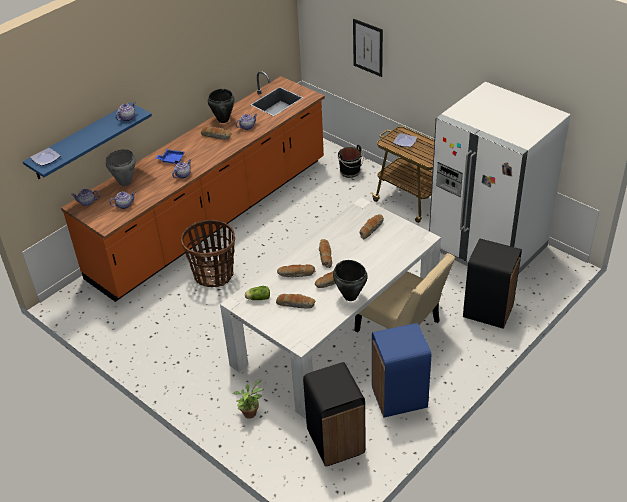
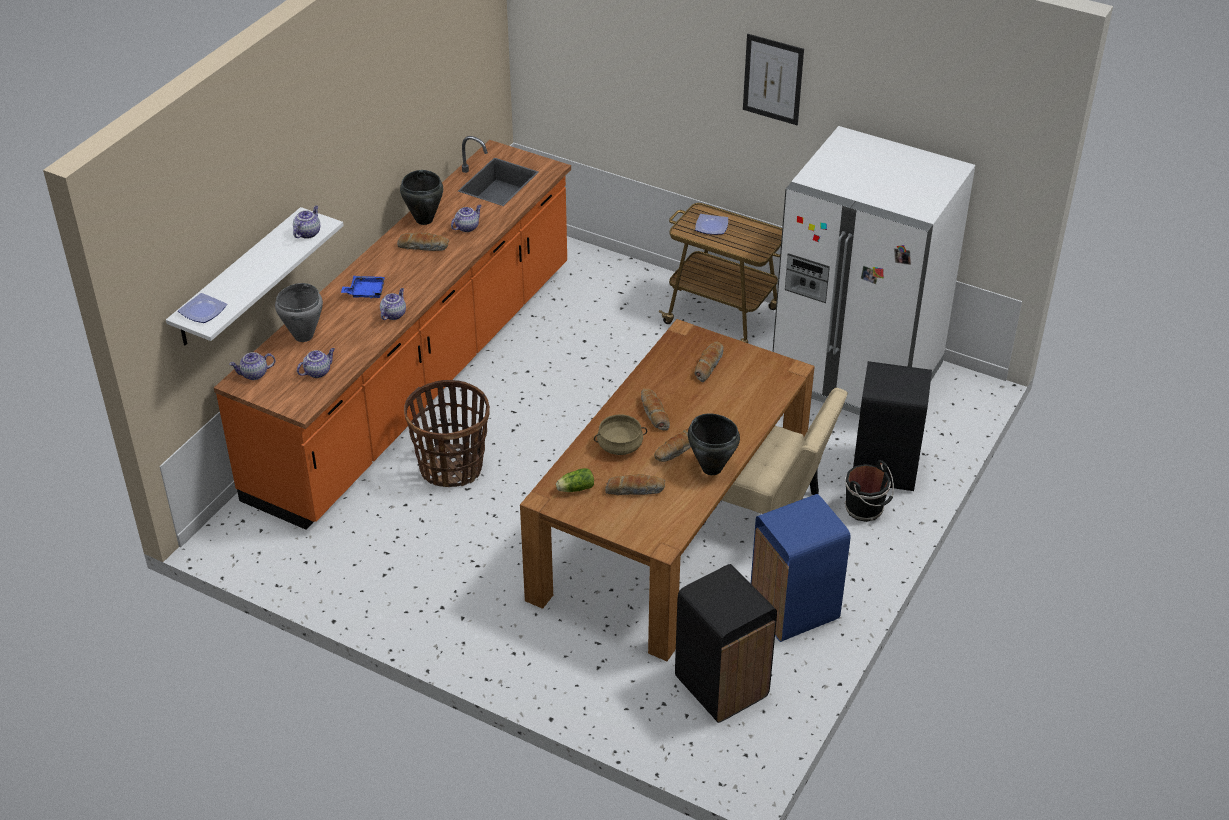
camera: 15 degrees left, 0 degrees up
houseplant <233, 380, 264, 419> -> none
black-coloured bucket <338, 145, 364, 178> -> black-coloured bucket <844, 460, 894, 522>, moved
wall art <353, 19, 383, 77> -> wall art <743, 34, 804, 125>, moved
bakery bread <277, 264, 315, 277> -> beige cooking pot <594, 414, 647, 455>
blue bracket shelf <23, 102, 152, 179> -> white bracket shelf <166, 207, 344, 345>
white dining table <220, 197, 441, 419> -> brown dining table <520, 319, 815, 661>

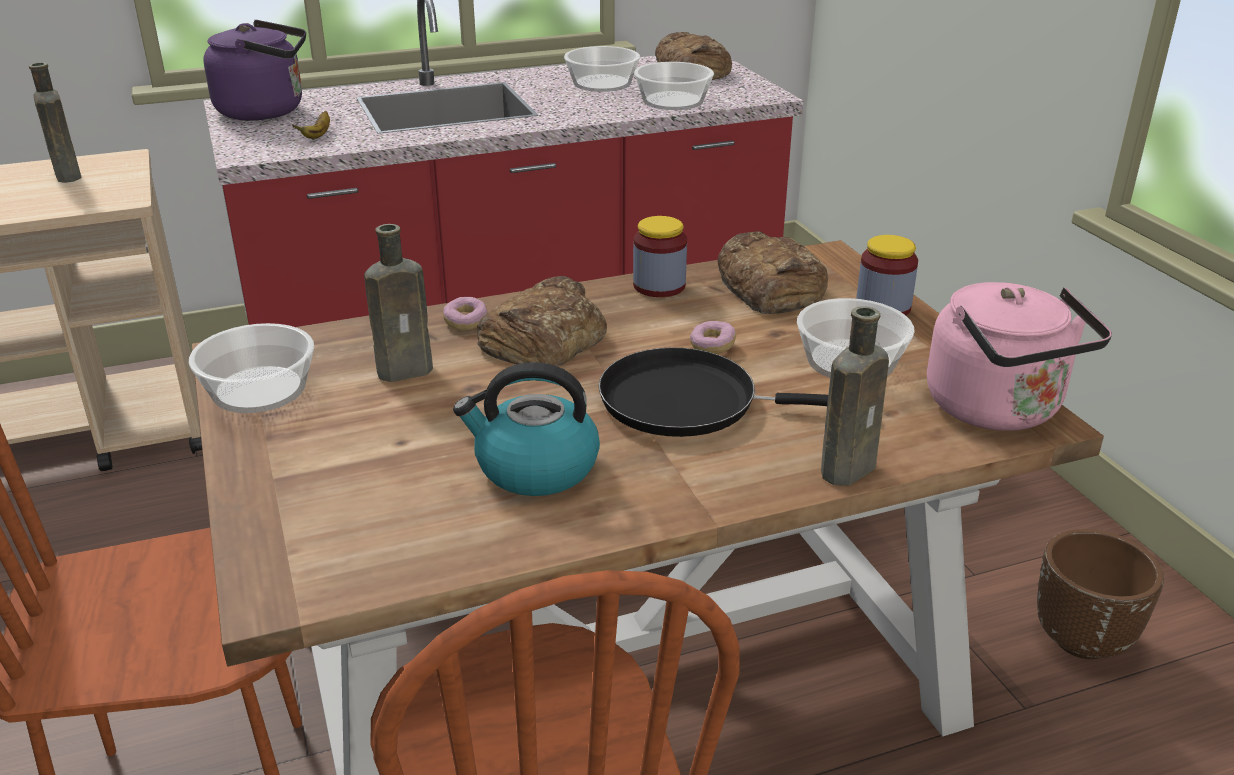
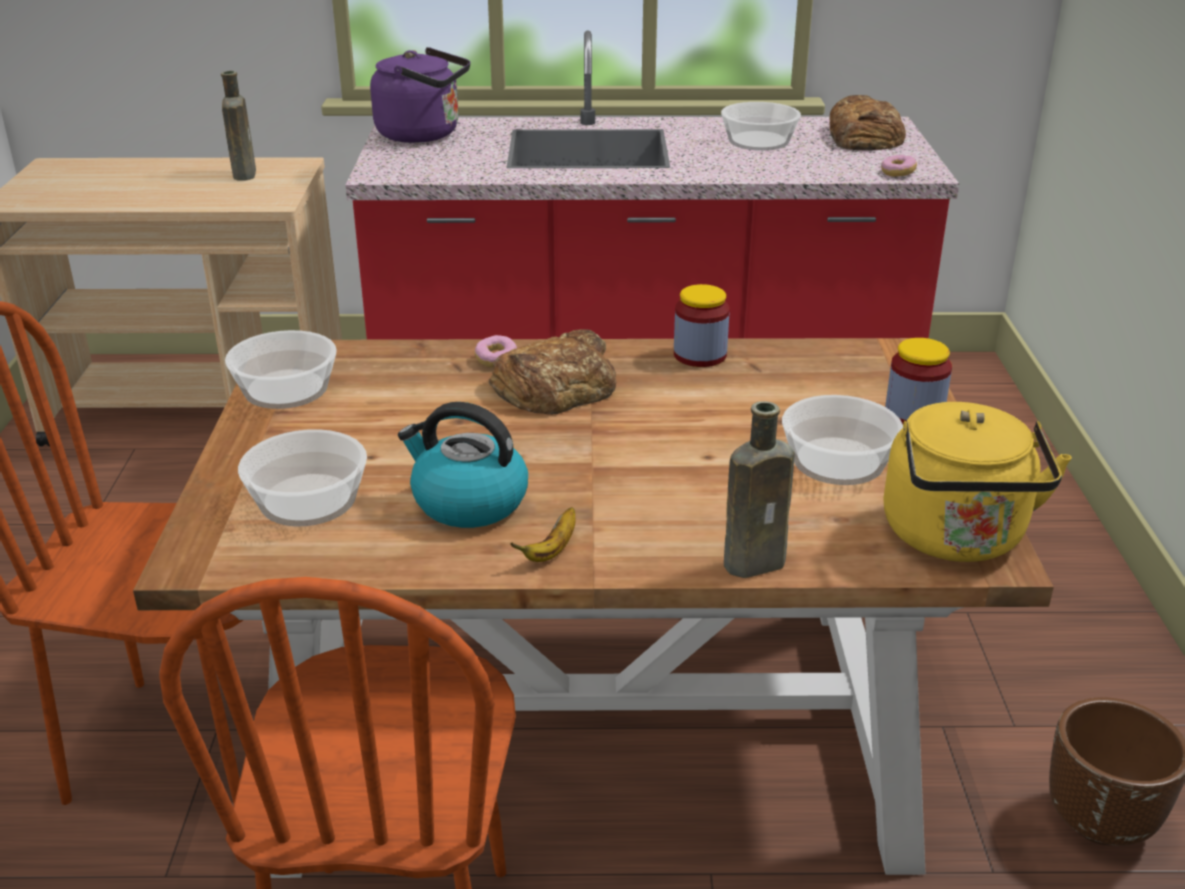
camera: 20 degrees right, 0 degrees up
brown bottle <364, 224, 433, 382> -> none
black-coloured frying pan <598, 347, 828, 437> -> none
bakery bread <718, 231, 828, 314> -> none
whole banana <292, 111, 330, 139> -> whole banana <510, 507, 575, 562>, moved
serving bowl <634, 62, 714, 110> -> serving bowl <238, 429, 367, 526>, moved
doughnut <690, 321, 736, 354> -> doughnut <881, 155, 917, 177>, moved
pinkish kettle <927, 282, 1112, 431> -> yellow kettle <884, 402, 1072, 562>

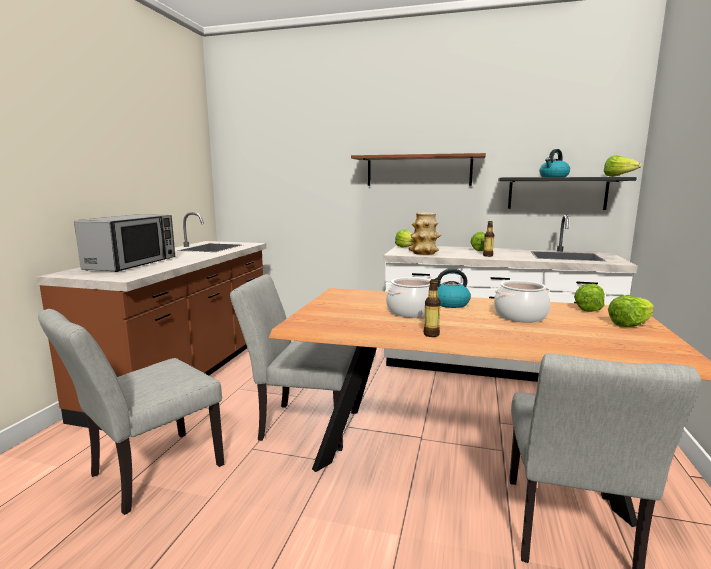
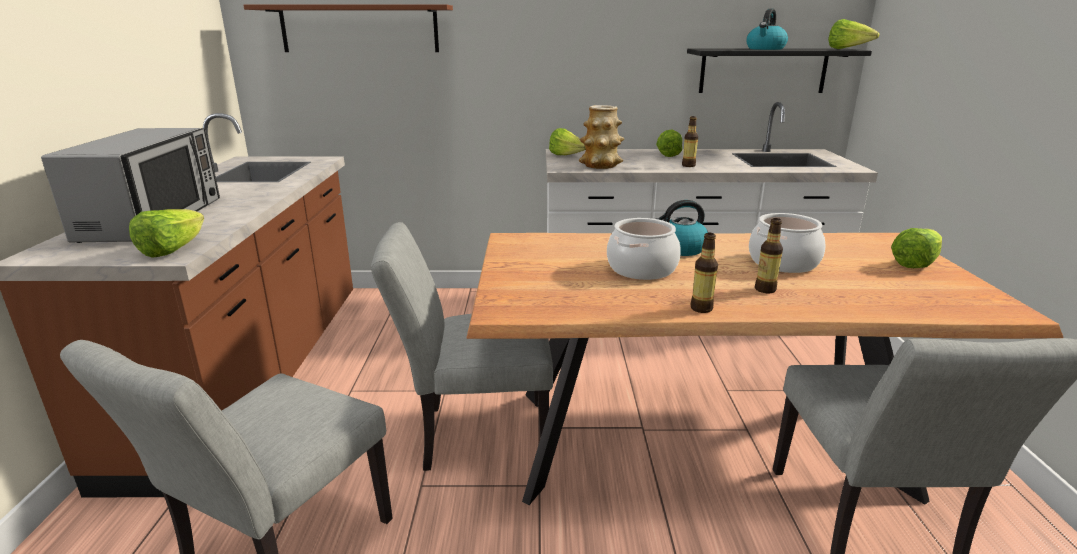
camera: 15 degrees left, 10 degrees up
none -> bottle <755, 218, 783, 293>
brown bracket shelf <351, 153, 486, 186> -> brown bracket shelf <244, 4, 453, 52>, moved
head of lettuce <574, 284, 605, 312> -> head of lettuce <129, 209, 204, 258>, moved

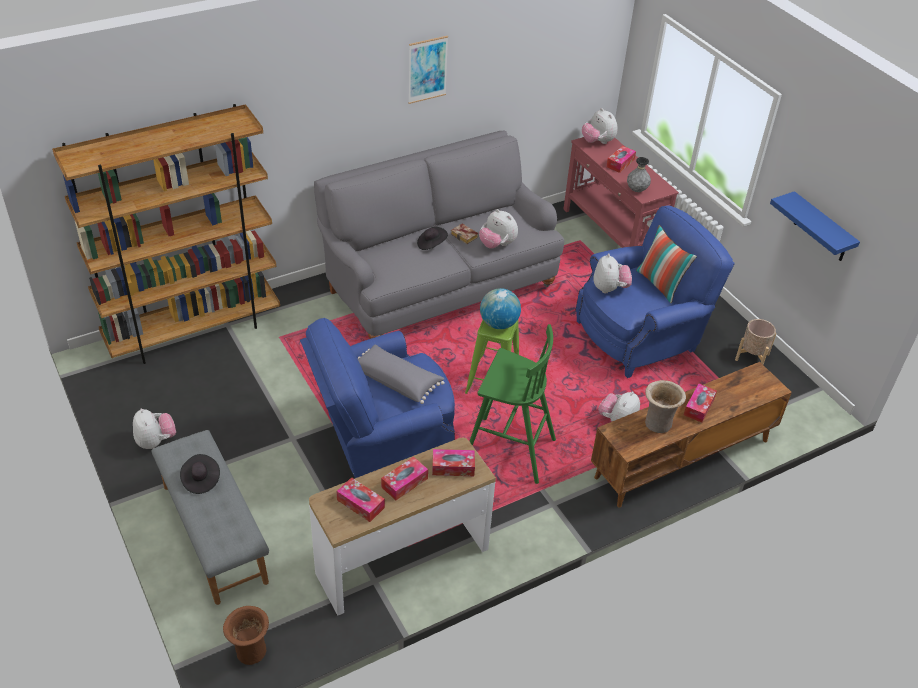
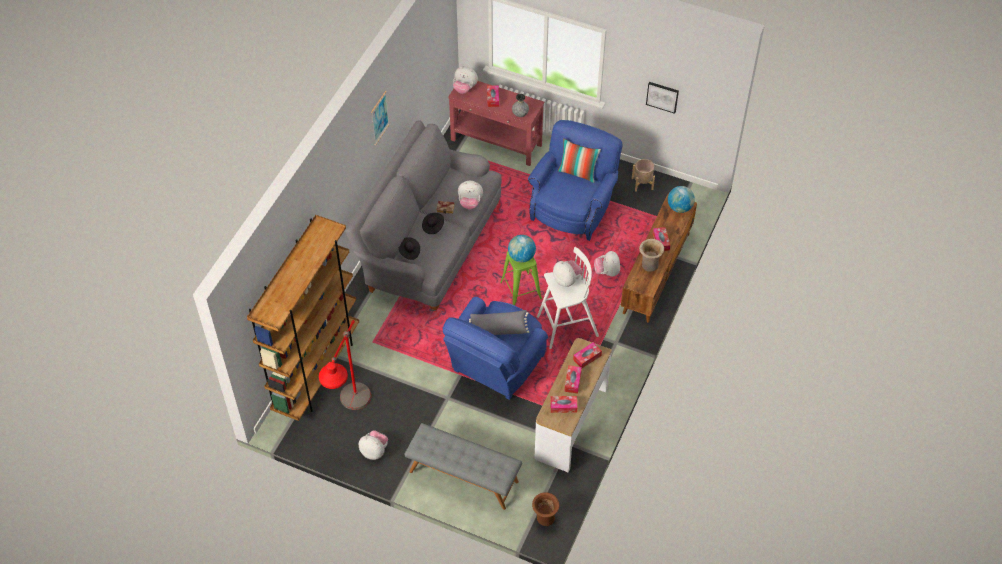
camera: 35 degrees left, 10 degrees up
none -> red-coloured standard lamp <319, 320, 371, 410>
none -> desk globe <668, 186, 695, 213>
black-coloured hat <180, 454, 220, 494> -> black-coloured hat <399, 237, 420, 260>, moved
plush toy <594, 253, 632, 294> -> plush toy <553, 260, 583, 287>, moved
blue bracket shelf <770, 191, 860, 261> -> wall art <646, 82, 679, 114>
green sitting stool <469, 324, 556, 484> -> white sitting stool <537, 247, 599, 349>

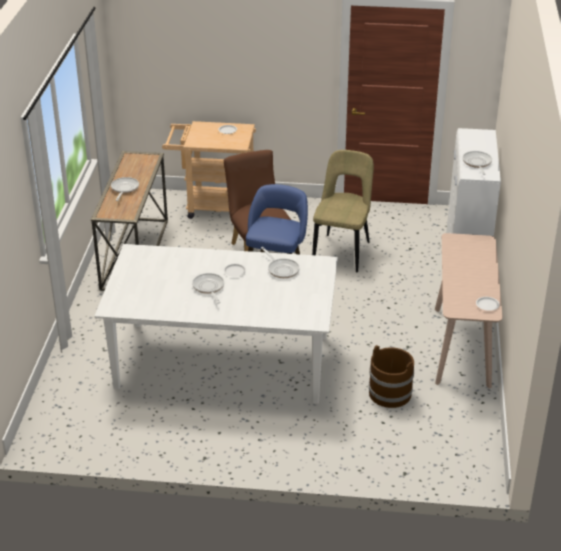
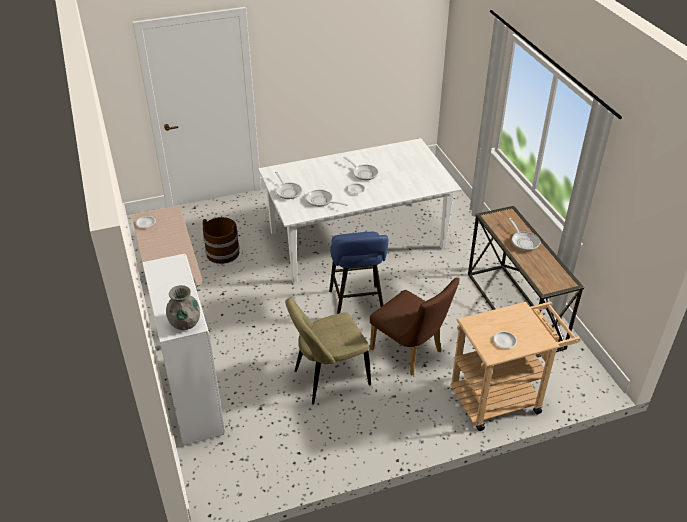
camera: 155 degrees right, 5 degrees up
none -> gray flower vase <166, 285, 200, 330>
frying pan <462, 151, 492, 175> -> frying pan <275, 171, 302, 199>, moved
beige upright chair <312, 150, 374, 272> -> beige upright chair <285, 298, 371, 404>, 75 degrees clockwise

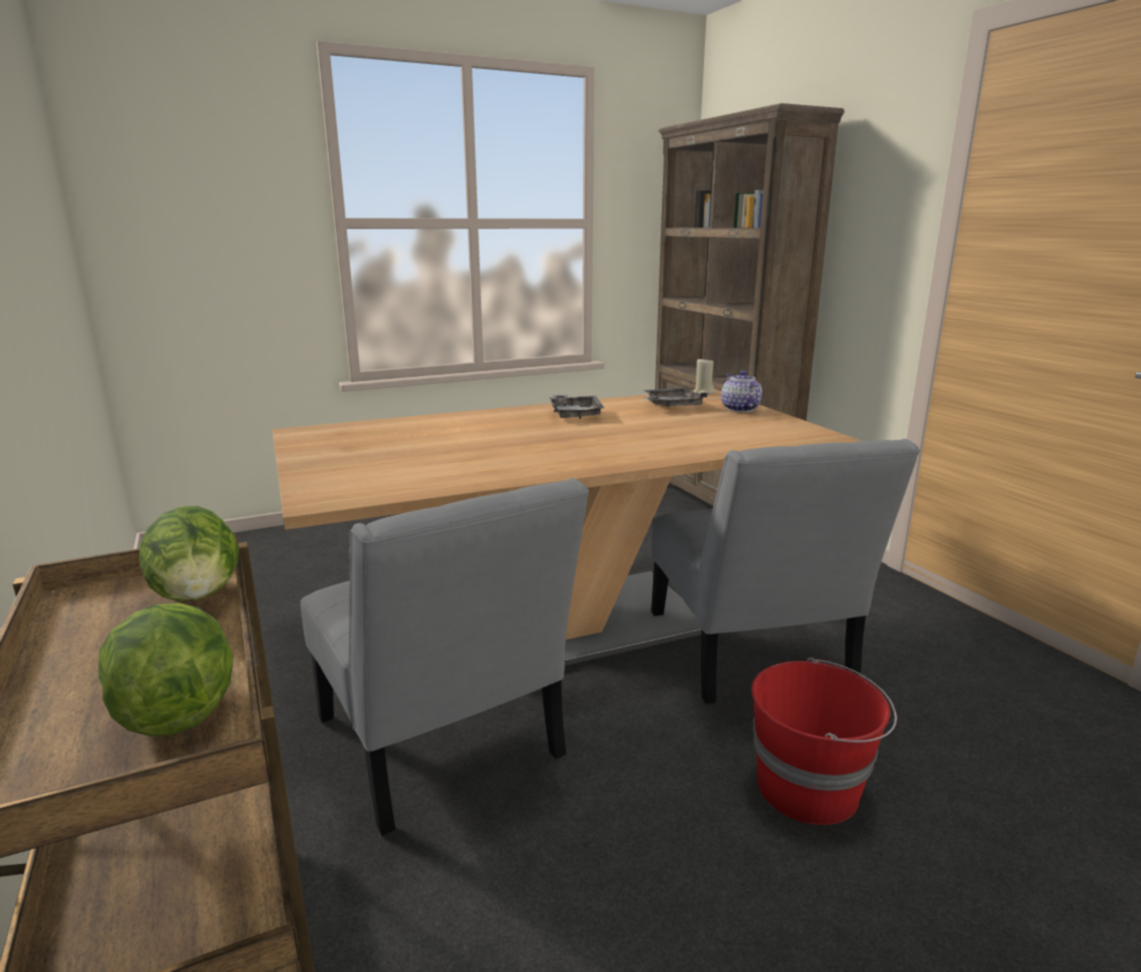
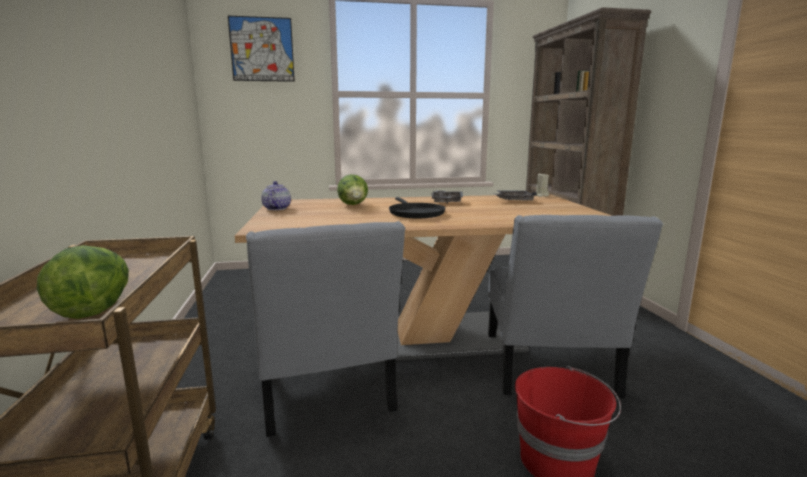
camera: 15 degrees right, 5 degrees down
none -> wall art <228, 16, 295, 82>
none -> black-coloured frying pan <389, 197, 445, 218>
head of lettuce <139, 506, 239, 601> -> head of lettuce <337, 174, 368, 205>, moved
tea pot <721, 370, 762, 412> -> tea pot <261, 181, 291, 210>, moved

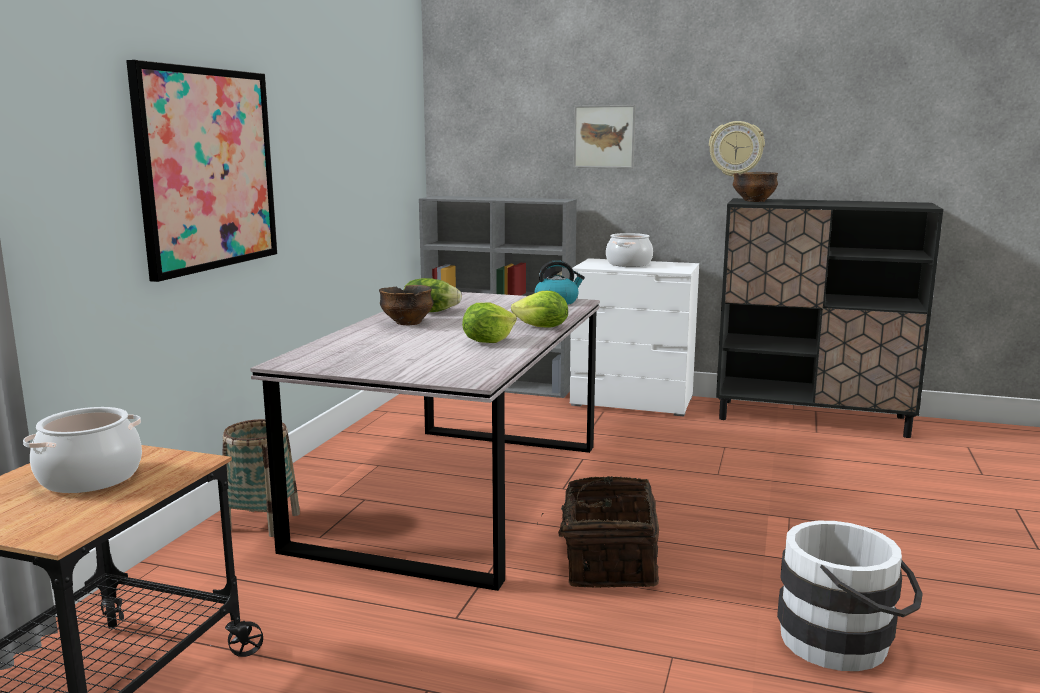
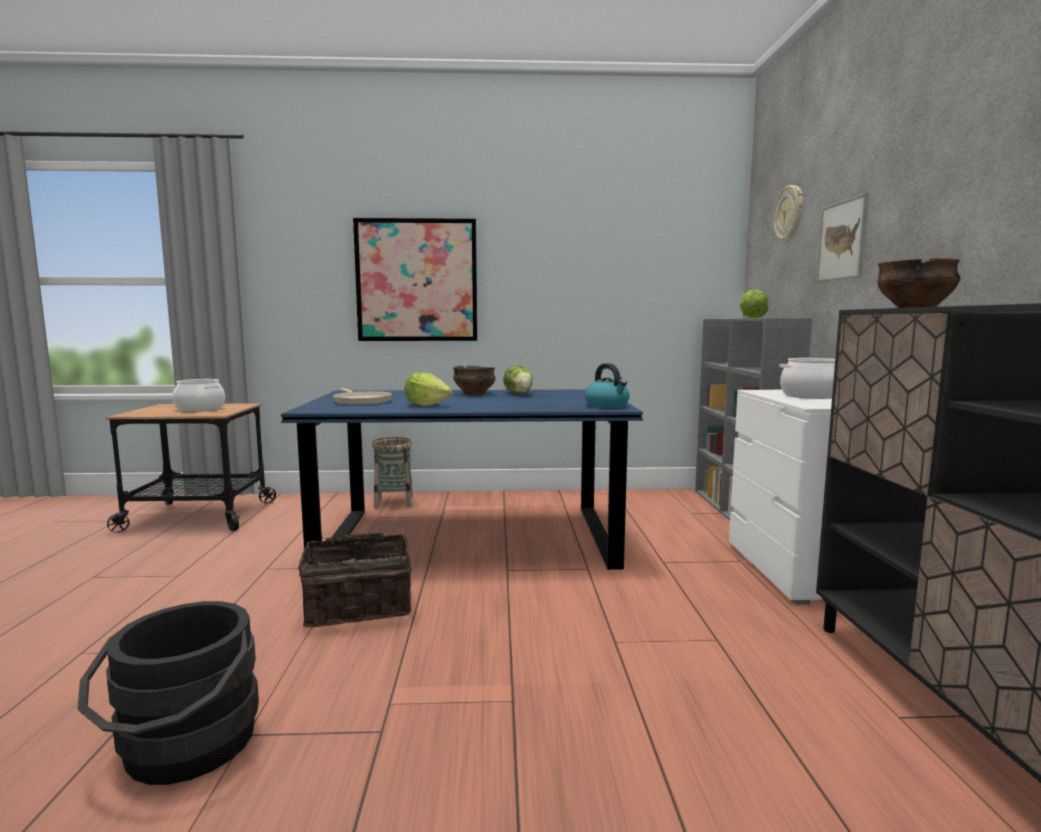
camera: 70 degrees right, 5 degrees down
none -> beige frying pan <333, 388, 393, 404>
head of lettuce <511, 291, 568, 328> -> head of lettuce <739, 289, 768, 318>, moved
clock on the wall <709, 121, 765, 177> -> clock on the wall <773, 185, 803, 243>, moved
gray dining table <250, 292, 600, 591> -> blue dining table <281, 389, 643, 570>
white bucket <777, 521, 923, 671> -> black-coloured bucket <78, 601, 259, 785>

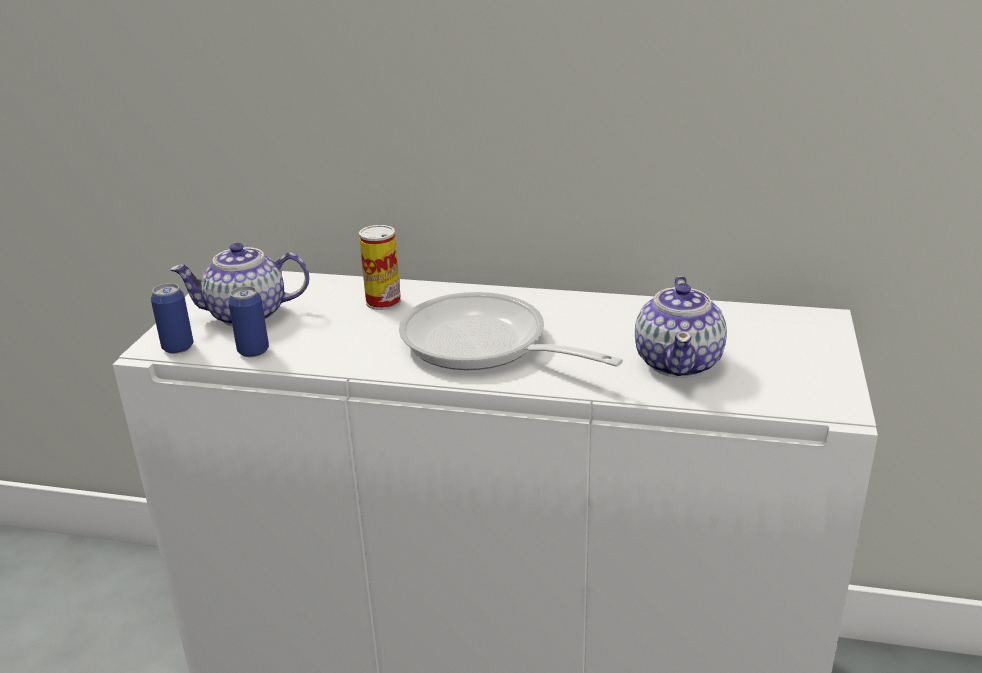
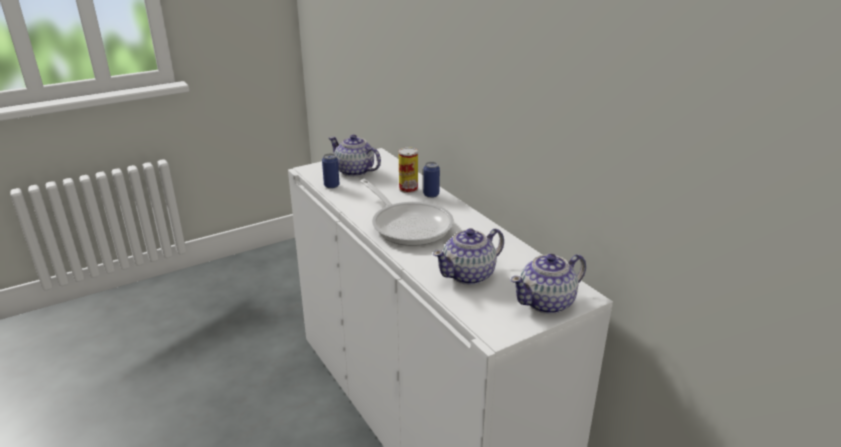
camera: 45 degrees right, 0 degrees up
none -> tea pot <511, 254, 586, 314>
sealed can <151, 283, 193, 354> -> sealed can <423, 162, 440, 198>, moved
frying pan <399, 292, 623, 370> -> frying pan <360, 179, 454, 246>, 150 degrees clockwise

